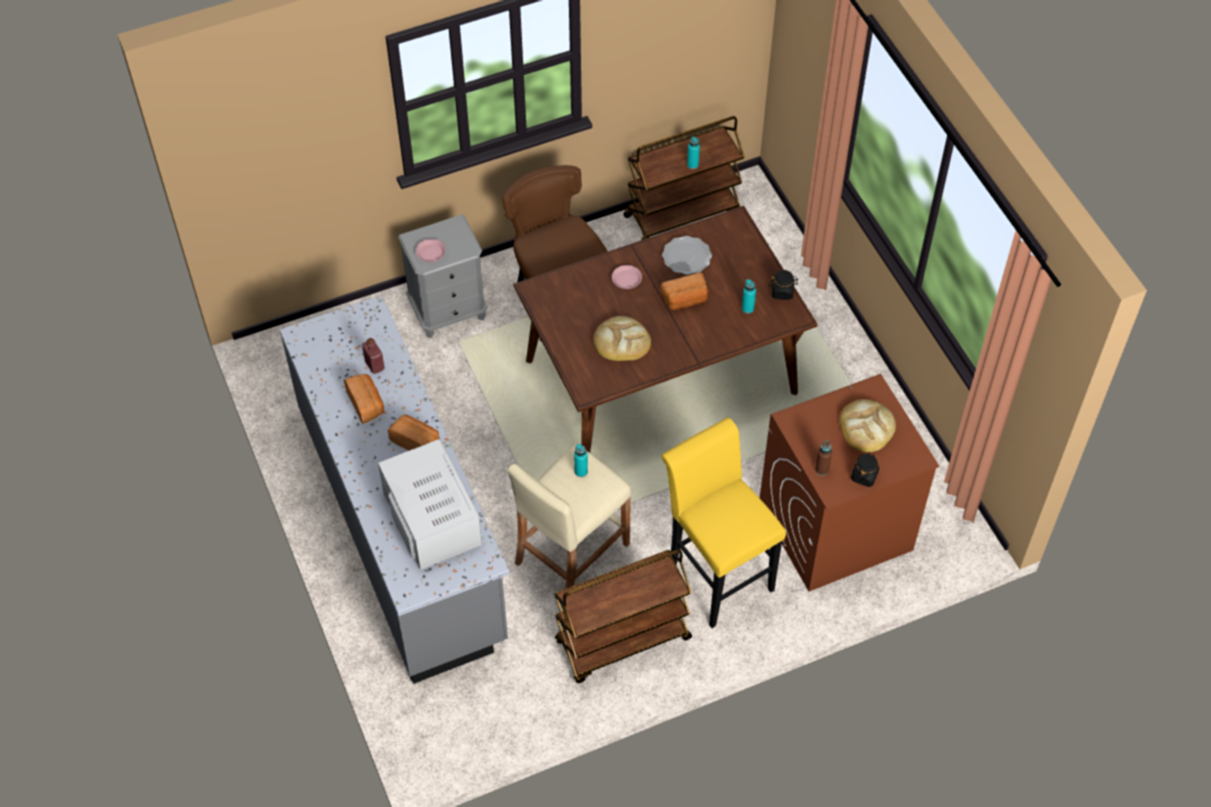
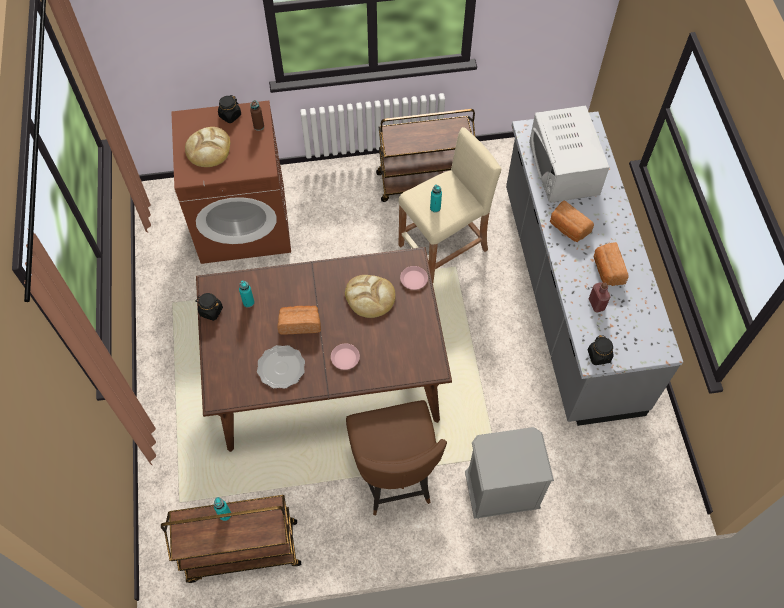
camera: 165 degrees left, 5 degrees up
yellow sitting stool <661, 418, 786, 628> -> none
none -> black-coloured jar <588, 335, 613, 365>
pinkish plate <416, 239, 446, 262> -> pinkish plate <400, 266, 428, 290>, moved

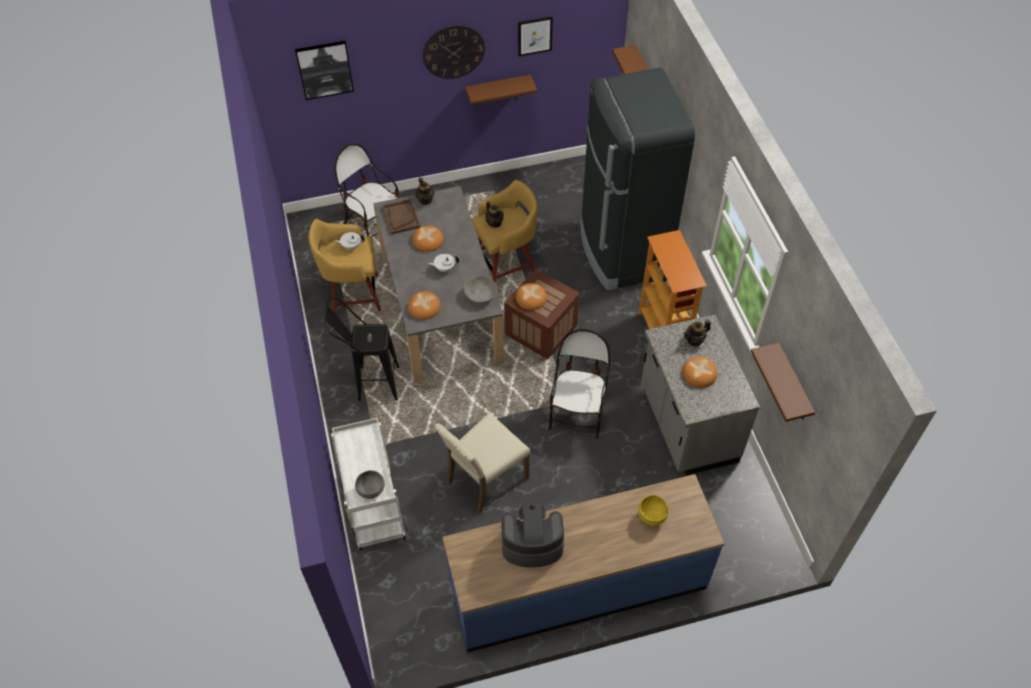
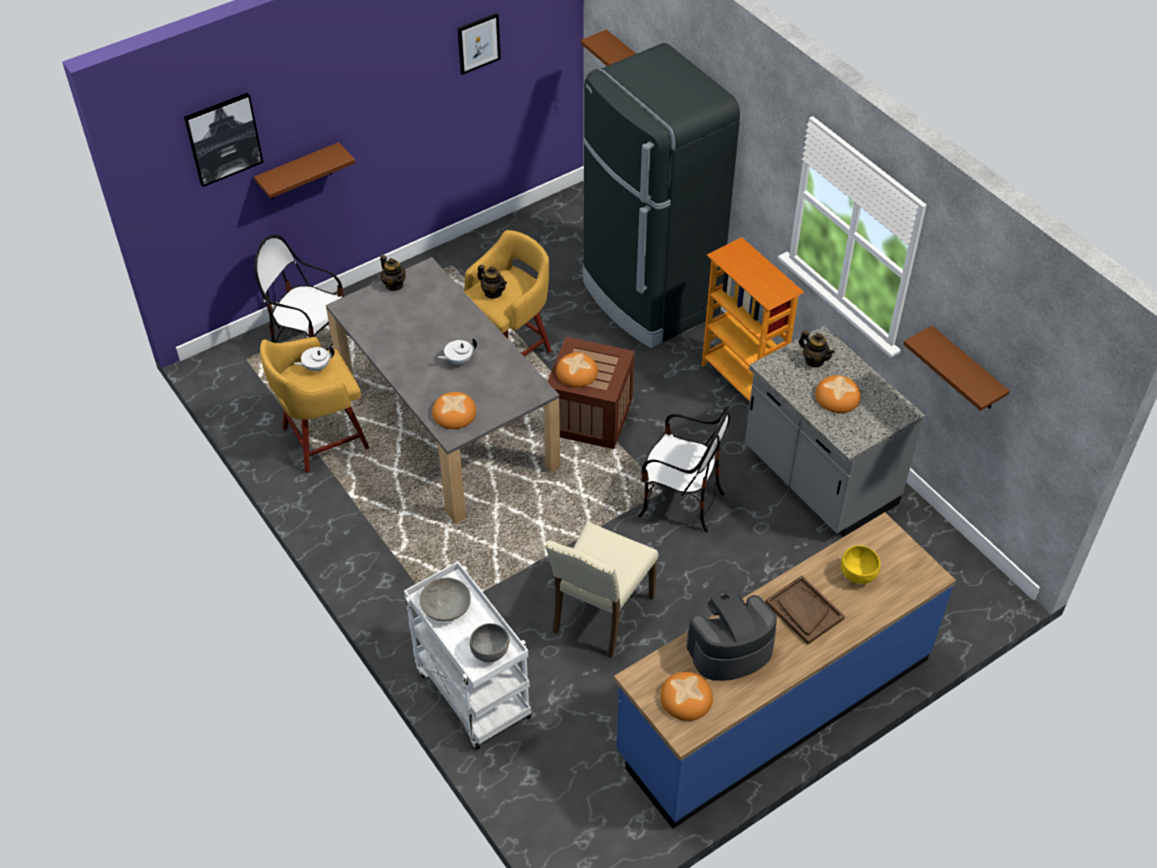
camera: 20 degrees left, 5 degrees down
black-coloured sitting stool <324, 297, 399, 401> -> none
clock on the wall <423, 25, 485, 79> -> none
brown tray <382, 199, 421, 235> -> brown tray <765, 575, 845, 645>, moved
bakery bread <412, 225, 444, 252> -> bakery bread <660, 672, 713, 721>, moved
gray serving bowl <464, 276, 497, 304> -> gray serving bowl <419, 577, 471, 621>, moved
brown bracket shelf <465, 75, 537, 105> -> brown bracket shelf <254, 142, 356, 199>, moved
upright chair <549, 329, 610, 439> -> upright chair <638, 407, 730, 532>, 120 degrees clockwise
tea pot <684, 320, 711, 346> -> tea pot <799, 330, 835, 367>, 90 degrees counterclockwise

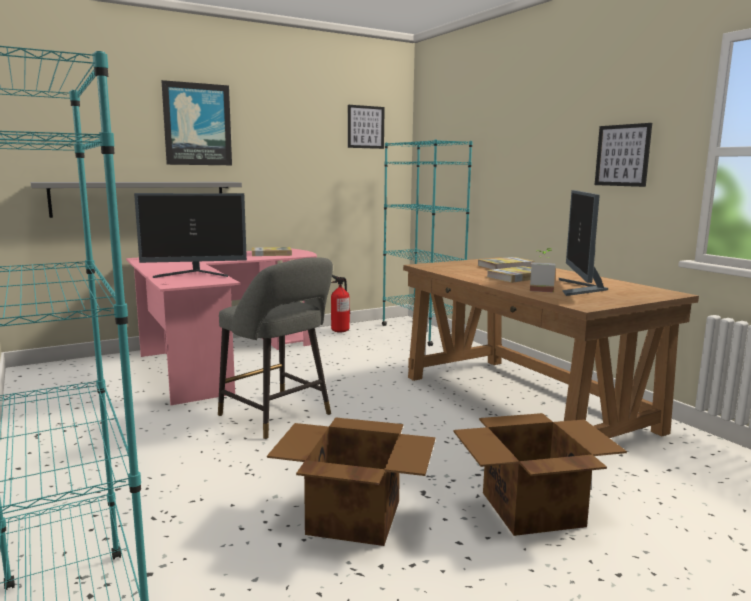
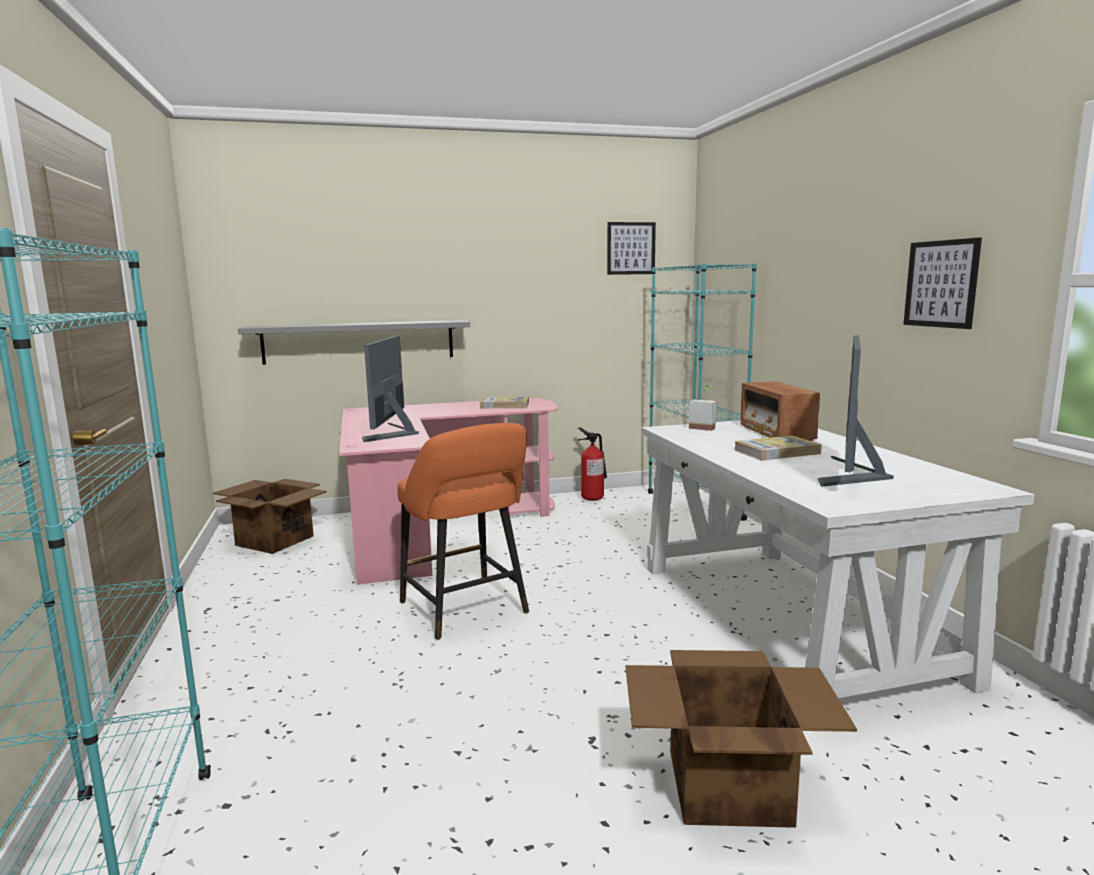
camera: 15 degrees right, 0 degrees up
wall art <162, 80, 232, 165> -> none
carton <267, 417, 435, 546> -> carton <213, 479, 327, 554>, moved
houseplant <530, 248, 556, 293> -> houseplant <689, 385, 716, 431>, moved
bound book <478, 257, 535, 270> -> radio <740, 381, 820, 441>
gray sitting stool <218, 257, 333, 439> -> orange sitting stool <397, 423, 529, 640>
brown desk unit <403, 257, 699, 438> -> white desk unit <641, 420, 1035, 698>
computer screen <134, 193, 247, 278> -> computer screen <362, 336, 419, 442>, 90 degrees clockwise

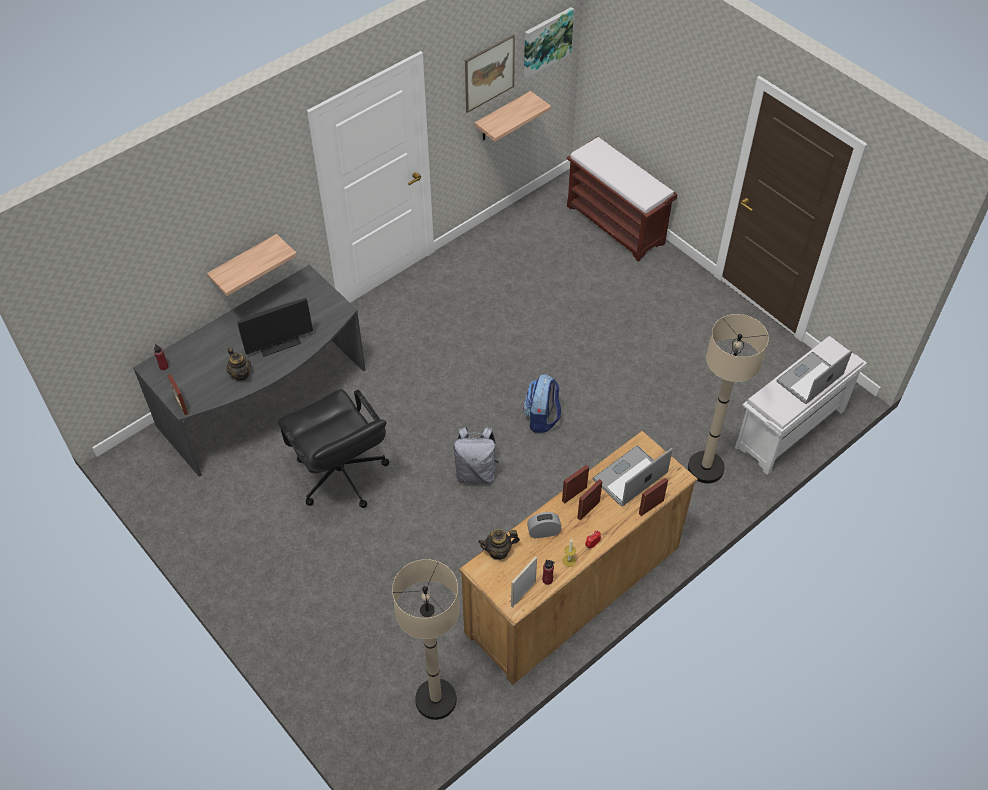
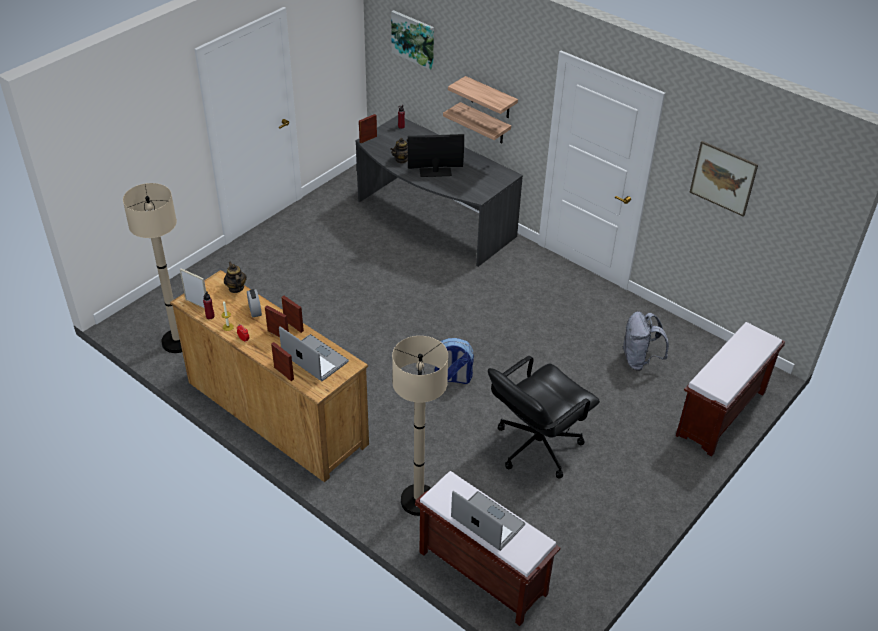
camera: 80 degrees right, 10 degrees down
black-coloured desk chair <278, 389, 389, 508> -> black-coloured desk chair <488, 356, 600, 478>, moved
gray rucksack <453, 427, 499, 483> -> gray rucksack <622, 311, 669, 371>, moved
bracket shelf <475, 91, 551, 142> -> bracket shelf <448, 76, 518, 118>, moved
wall art <524, 7, 574, 78> -> wall art <391, 10, 434, 70>, moved
white bench <735, 336, 867, 475> -> brown bench <415, 471, 560, 626>
computer screen <237, 298, 313, 357> -> computer screen <408, 134, 464, 177>, 120 degrees clockwise

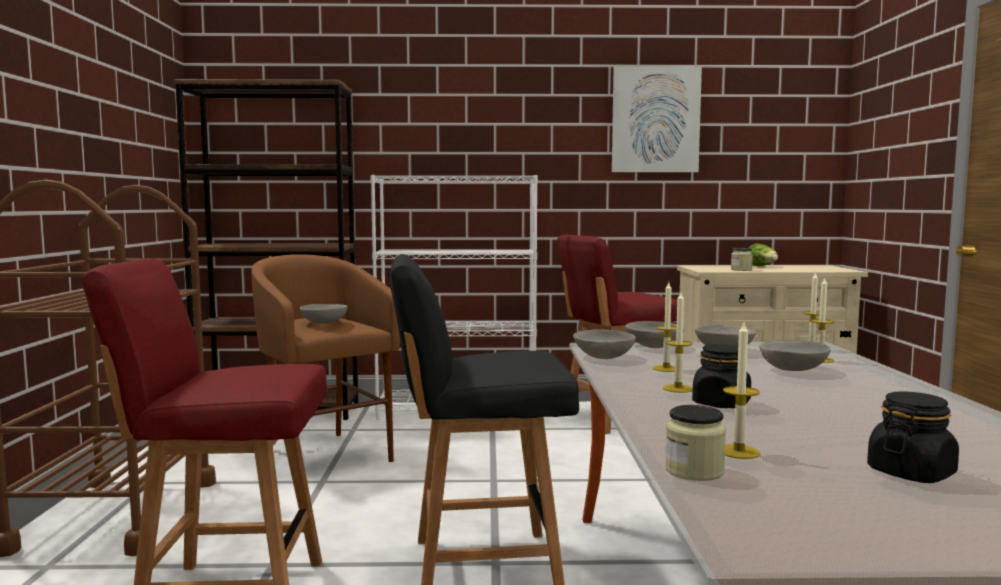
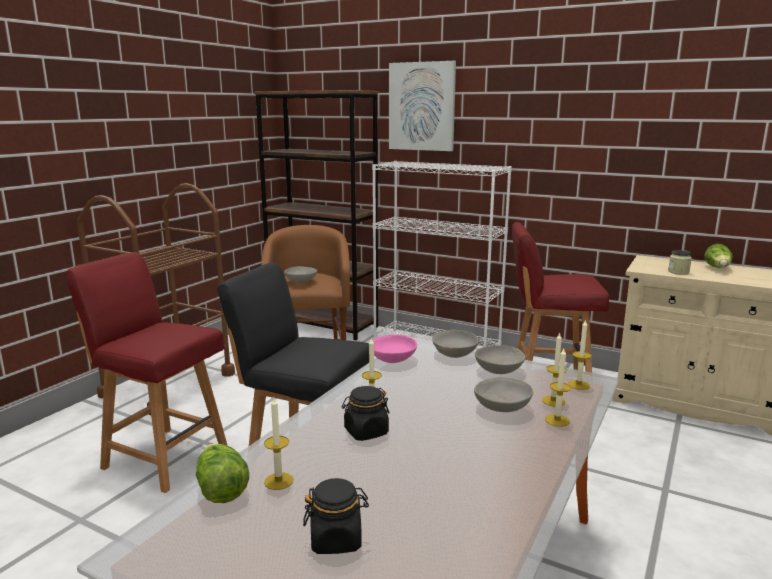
camera: 30 degrees right, 10 degrees up
wall art <612, 66, 702, 172> -> wall art <389, 61, 456, 151>, moved
wax candle <653, 283, 677, 372> -> wax candle <545, 349, 571, 427>, moved
jar <665, 405, 726, 481> -> head of lettuce <196, 444, 249, 503>
gray serving bowl <573, 329, 636, 359> -> pinkish serving bowl <373, 334, 417, 363>

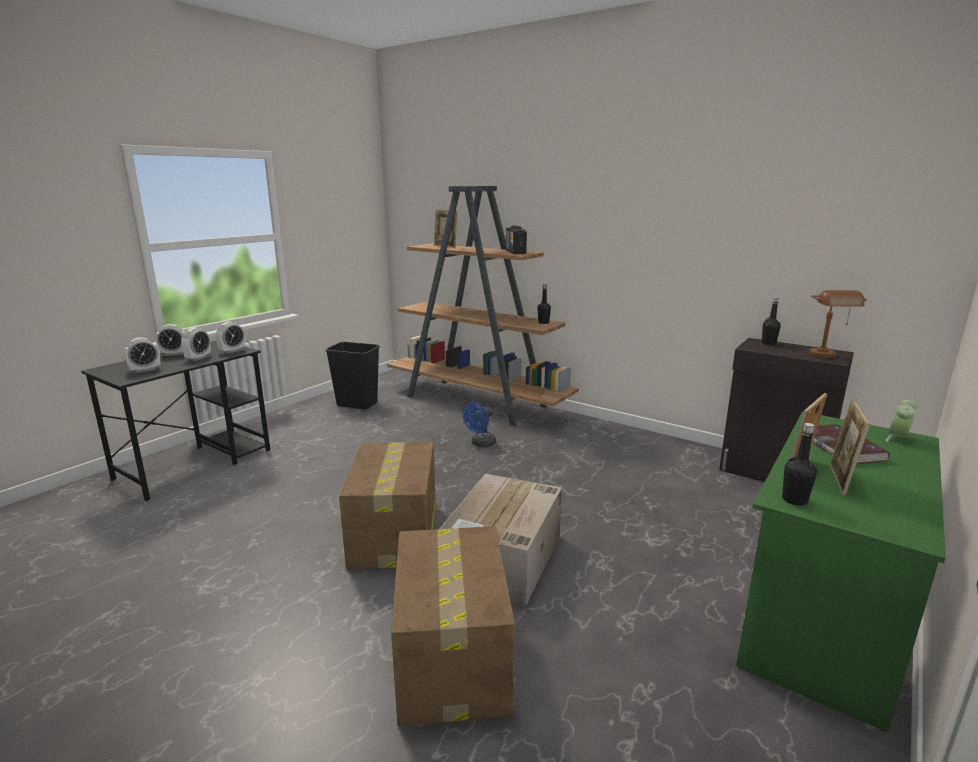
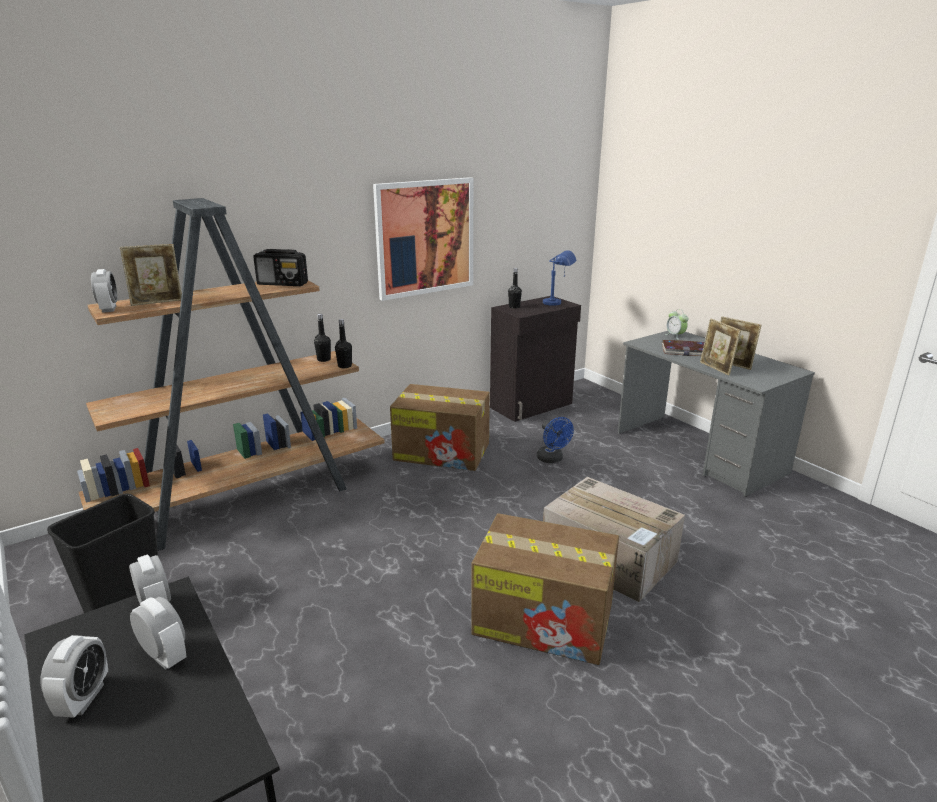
camera: 70 degrees left, 5 degrees up
none -> wall art <373, 177, 473, 301>
bedside clock <124, 337, 161, 373> -> bedside clock <91, 269, 117, 313>, moved
carton <391, 526, 515, 726> -> carton <390, 384, 490, 471>, moved
blue fan <463, 401, 496, 447> -> blue fan <537, 417, 574, 463>, moved
black-coloured bottle <782, 423, 817, 506> -> black-coloured bottle <335, 319, 352, 368>, moved
green desk unit <736, 412, 946, 732> -> gray desk unit <618, 331, 815, 497>
brown lamp for a table <809, 290, 866, 358> -> blue lamp for a table <543, 250, 576, 306>

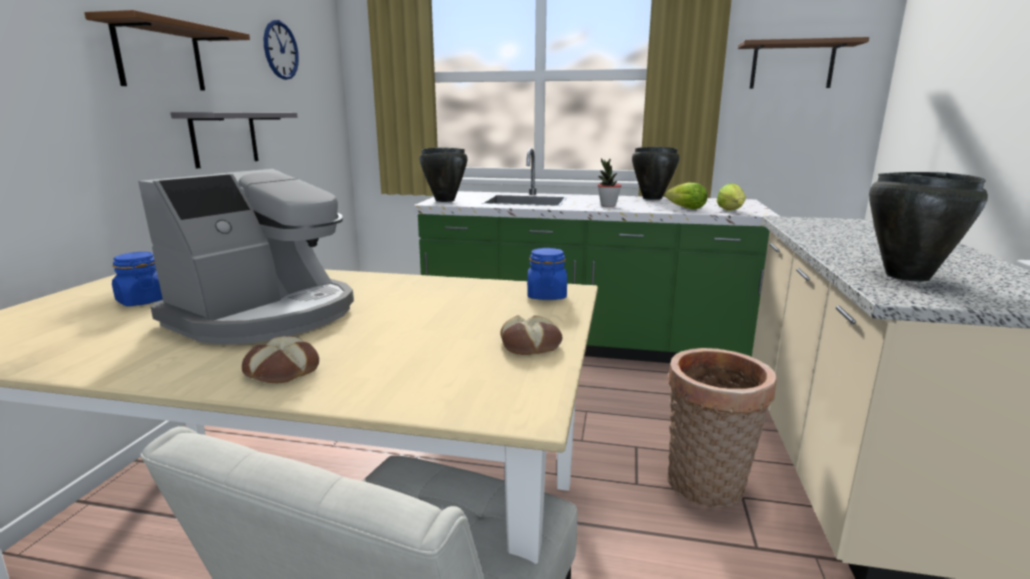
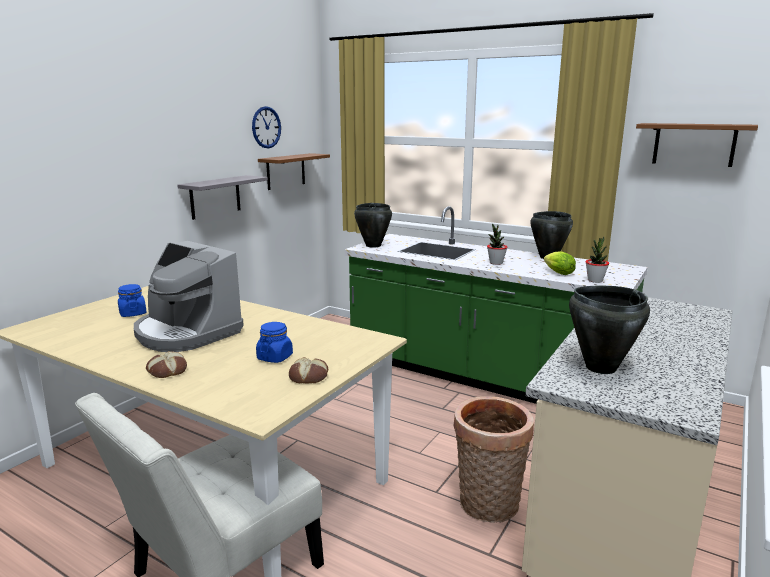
camera: 20 degrees right, 0 degrees up
brown bracket shelf <84, 10, 250, 91> -> brown bracket shelf <258, 153, 330, 190>, moved
blue jar <527, 248, 567, 300> -> blue jar <256, 322, 293, 363>, moved
head of lettuce <716, 183, 746, 211> -> houseplant <585, 237, 609, 283>
coffee brewer <138, 169, 354, 344> -> coffee brewer <134, 241, 244, 352>, 75 degrees clockwise

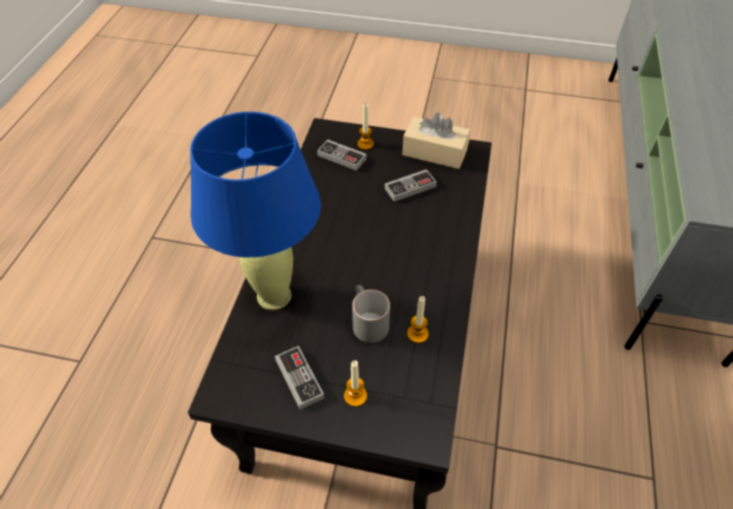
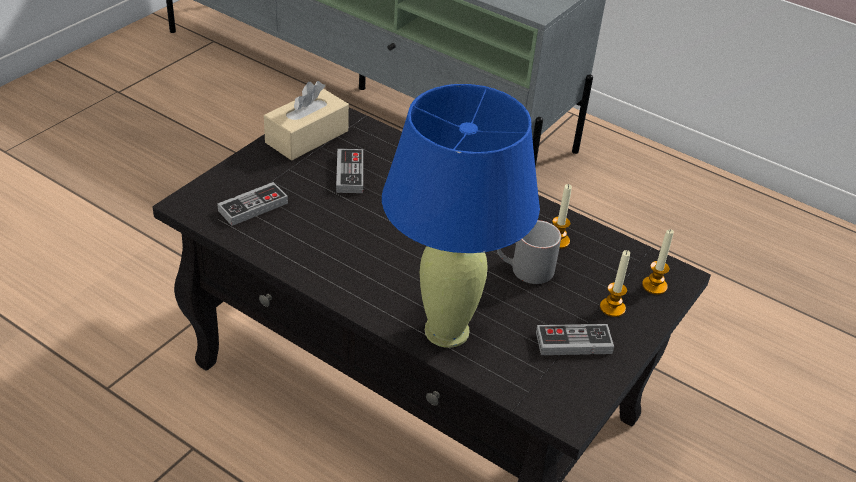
camera: 70 degrees left, 10 degrees down
wax candle <357, 104, 374, 150> -> wax candle <642, 229, 674, 295>, moved

